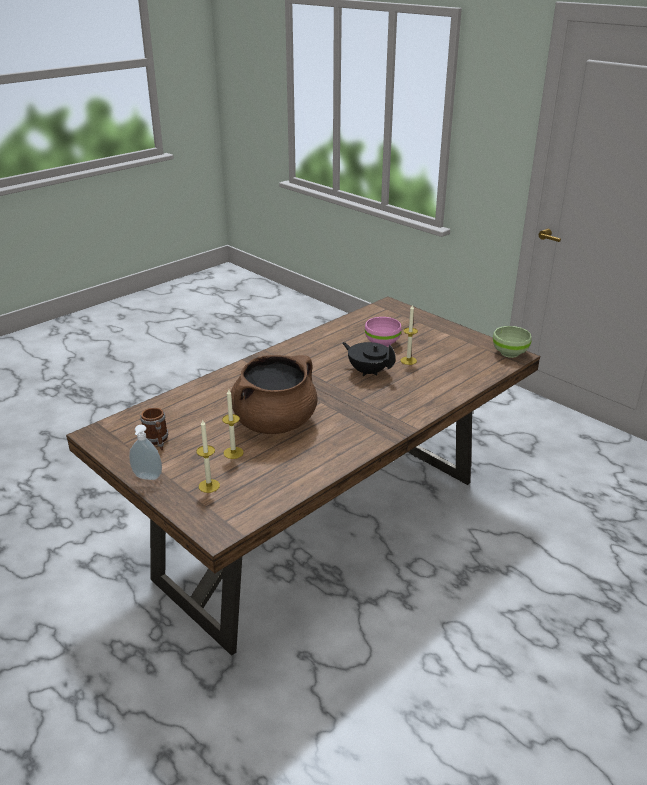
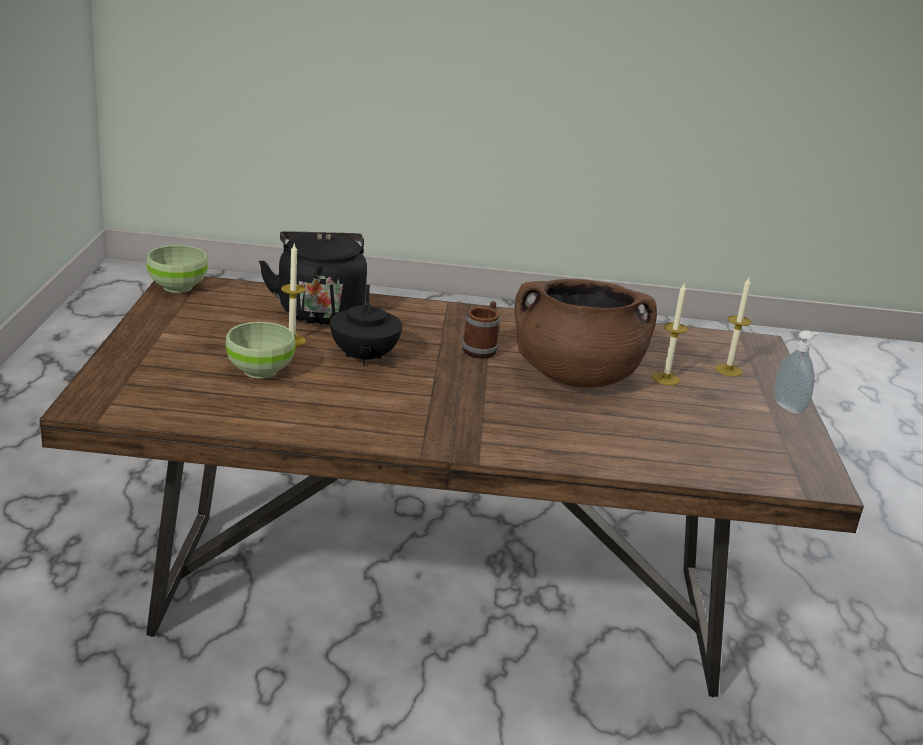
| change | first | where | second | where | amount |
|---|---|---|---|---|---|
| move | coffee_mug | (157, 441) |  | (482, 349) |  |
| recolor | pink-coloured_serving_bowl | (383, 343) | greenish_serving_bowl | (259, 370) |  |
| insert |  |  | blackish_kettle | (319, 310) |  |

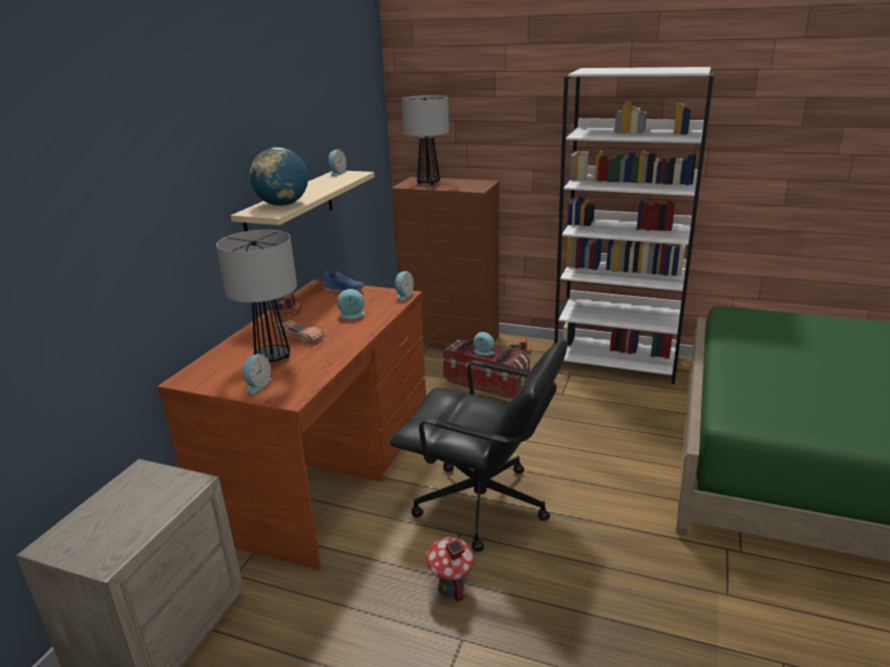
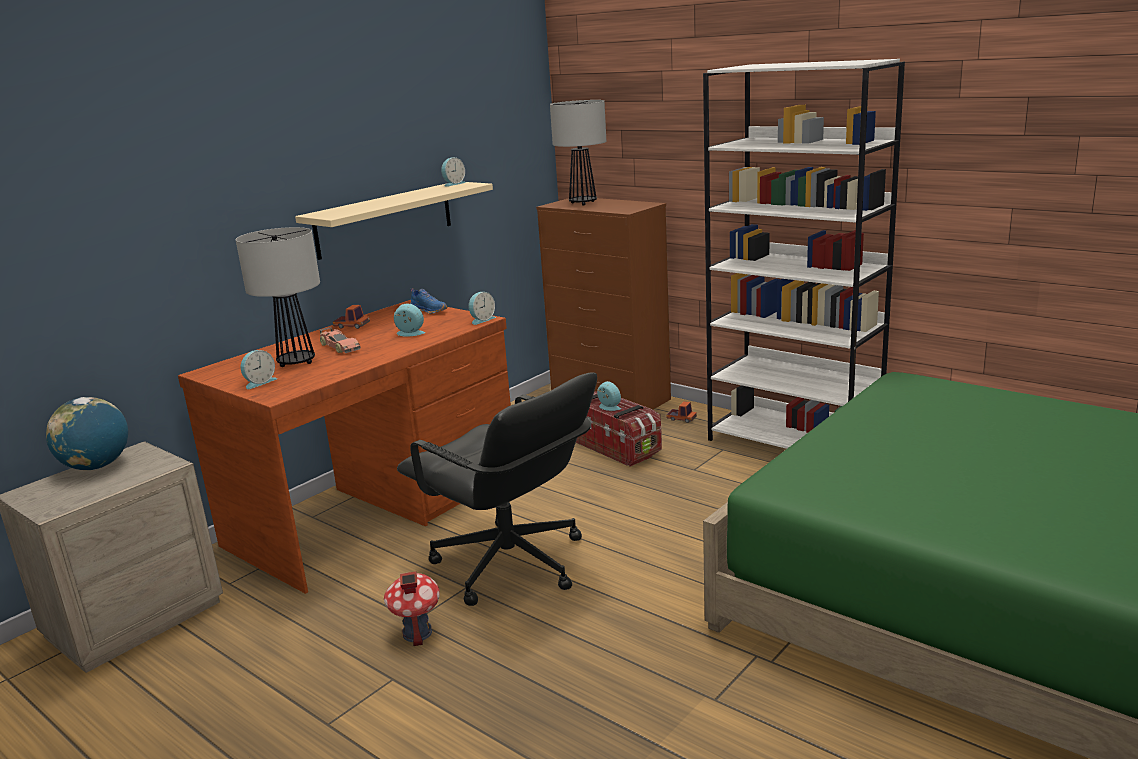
| change | first | where | second | where | amount |
|---|---|---|---|---|---|
| move | world_globe | (283, 205) |  | (96, 466) |  |

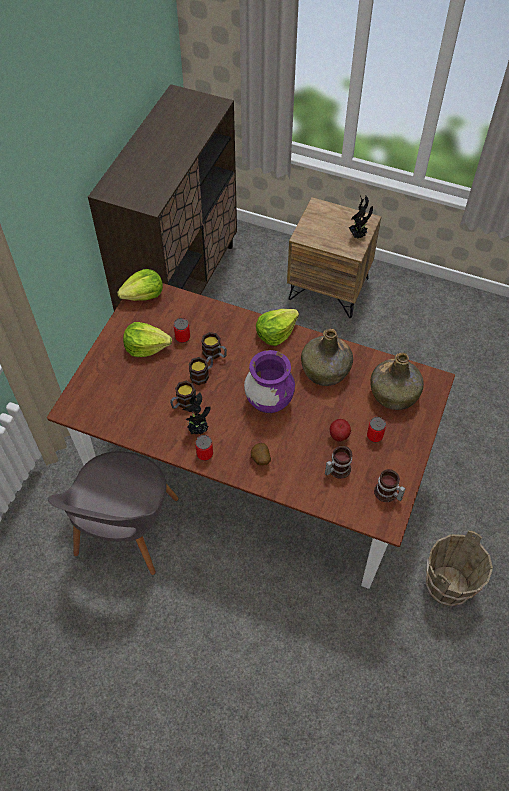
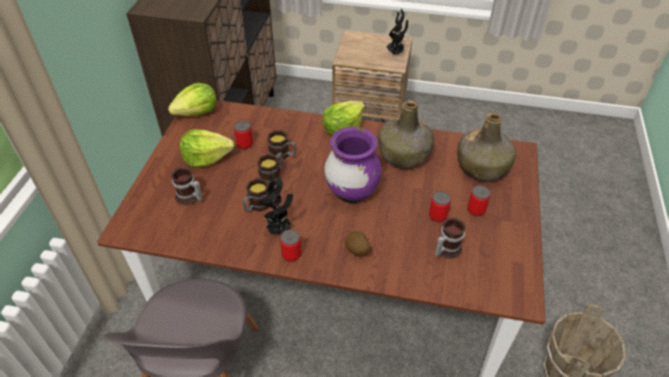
| change | first | where | second | where | amount |
|---|---|---|---|---|---|
| replace | whole_apple | (339, 436) | can | (437, 216) |  |
| move | coffee_mug | (387, 494) |  | (189, 198) |  |

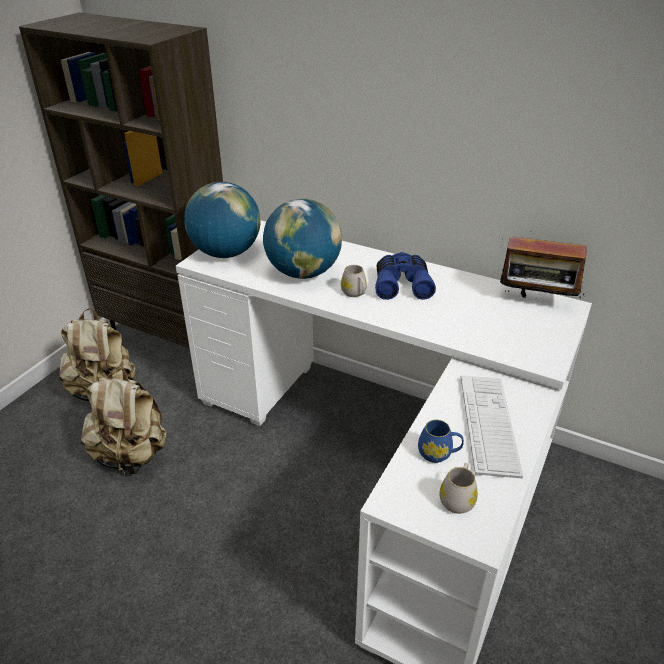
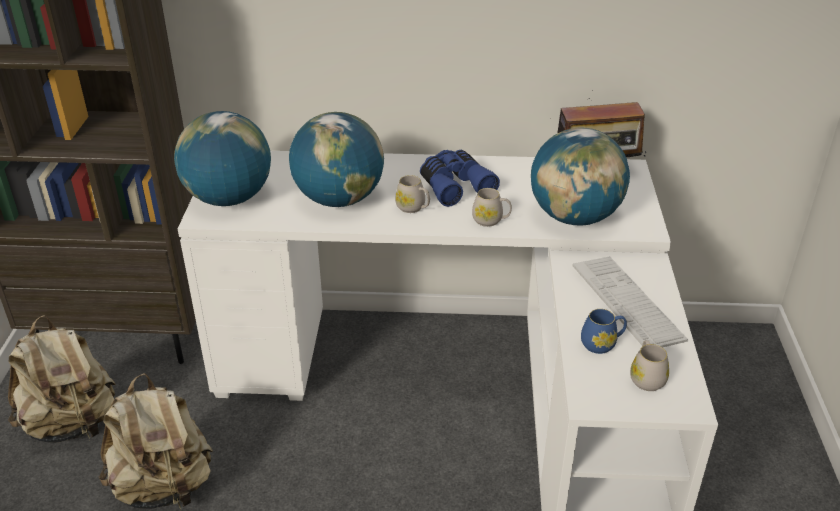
| change | first | where | second | where | amount |
|---|---|---|---|---|---|
| insert |  |  | white-coloured_coffee_mug | (491, 220) |  |
| insert |  |  | world_globe | (574, 217) |  |

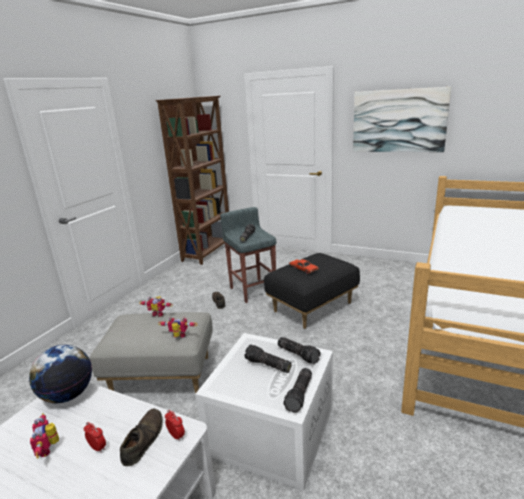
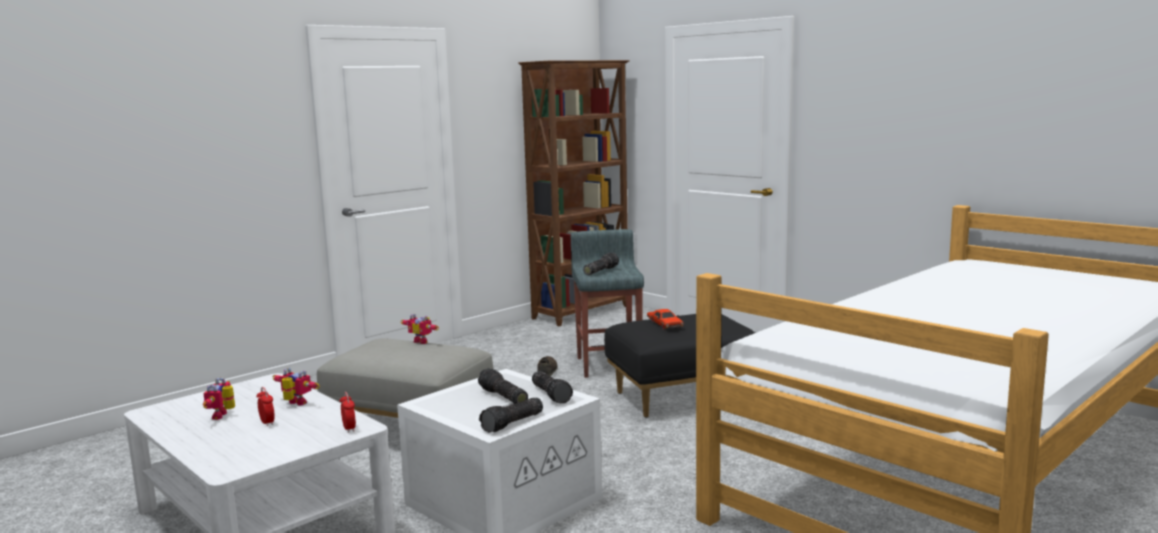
| change | first | where | second | where | amount |
|---|---|---|---|---|---|
| delete | world_globe | (68, 395) |  |  |  |
| delete | brownish_shoe | (143, 439) |  |  |  |
| move | toy_robot | (178, 337) |  | (294, 404) |  |
| delete | picture | (398, 121) |  |  |  |

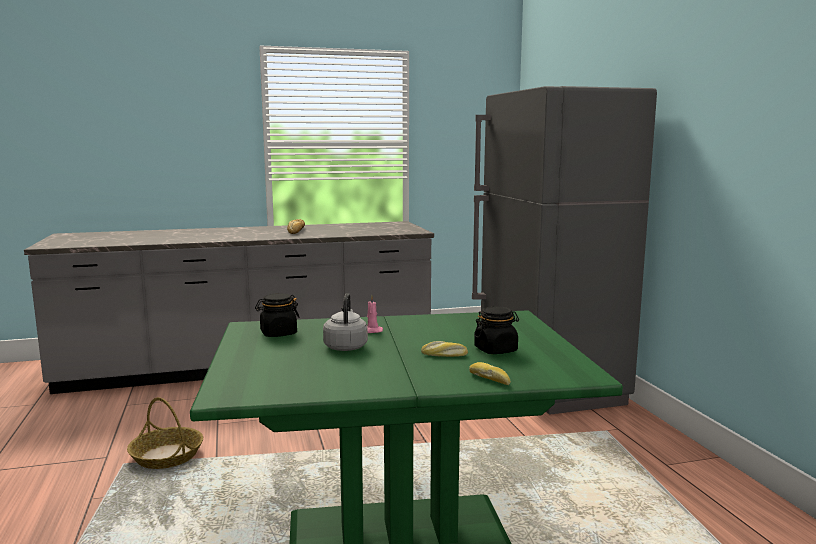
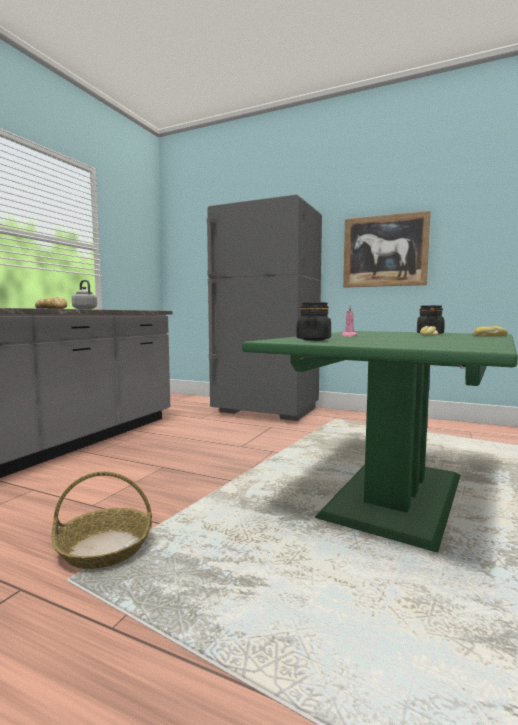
| change | first | where | second | where | amount |
|---|---|---|---|---|---|
| move | greyish_kettle | (346, 346) |  | (84, 309) |  |
| insert |  |  | picture | (385, 251) |  |

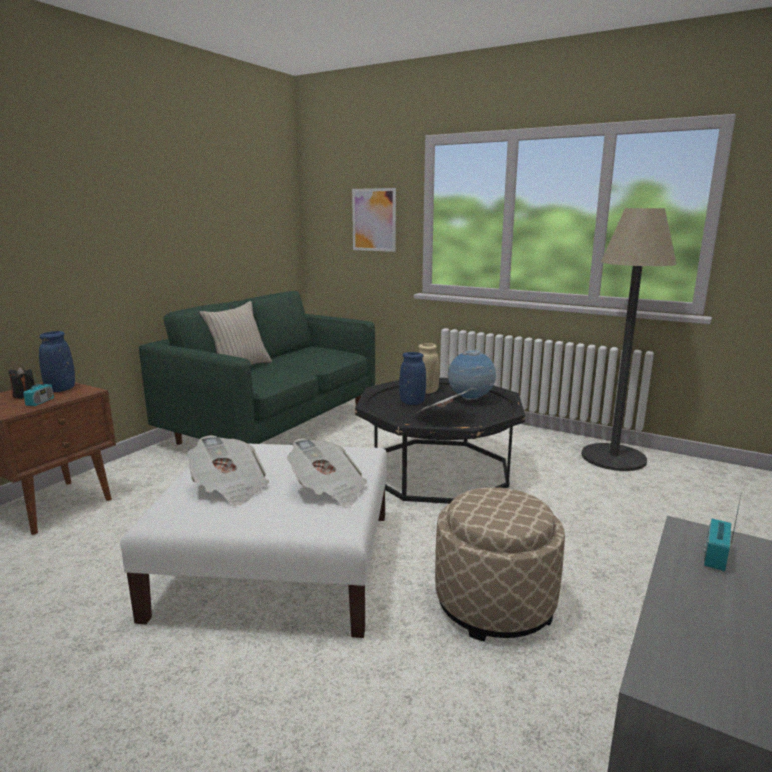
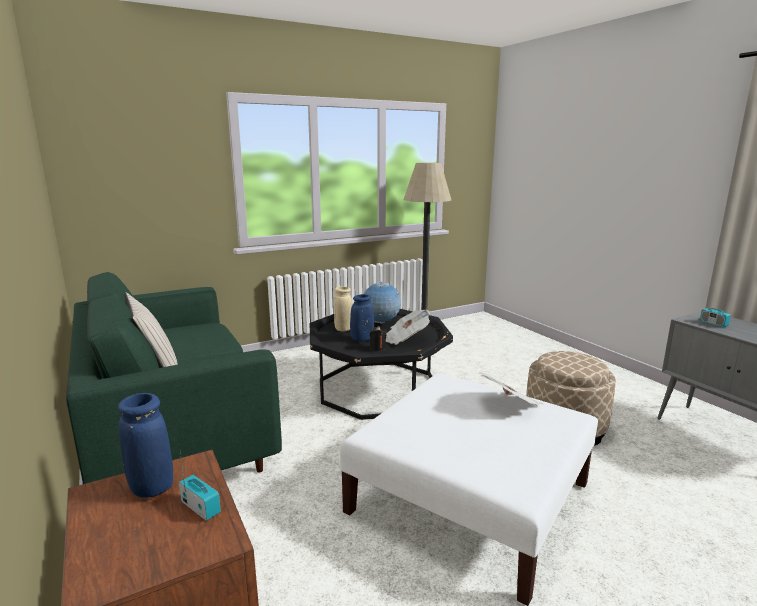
| change | first | where | second | where | amount |
|---|---|---|---|---|---|
| move | blackish_candle | (24, 395) |  | (377, 348) |  |
| delete | newspaper | (230, 488) |  |  |  |
| delete | picture | (374, 220) |  |  |  |

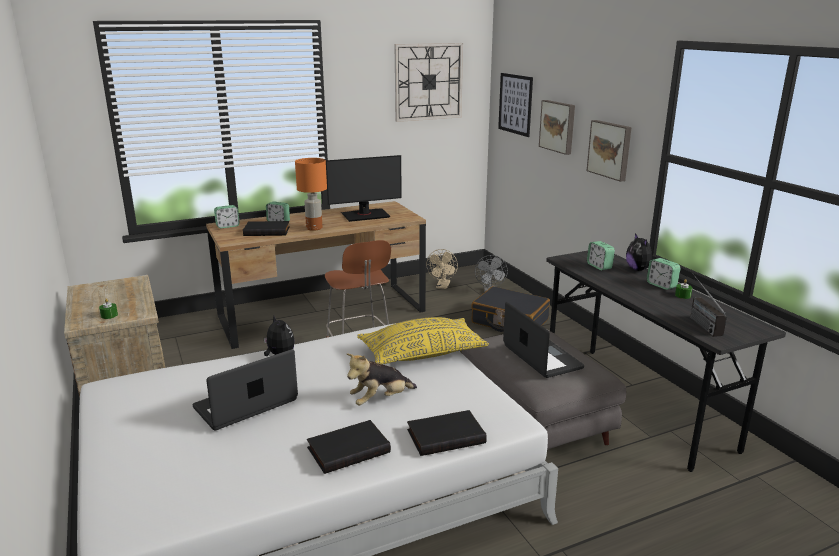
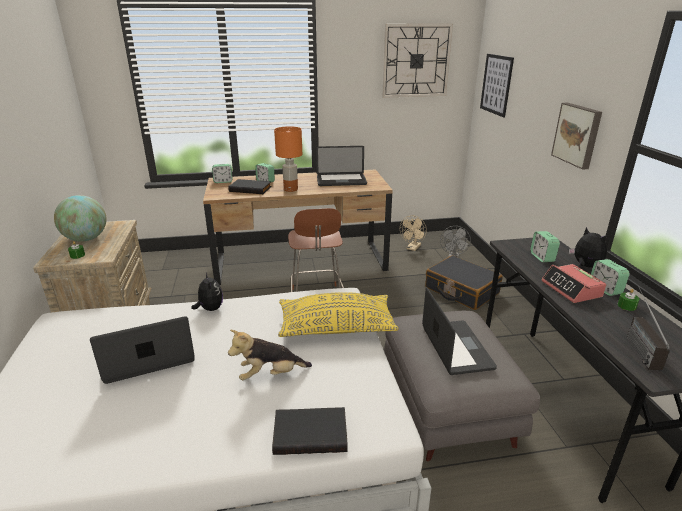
| change | first | where | second | where | amount |
|---|---|---|---|---|---|
| delete | blackish_volume | (348, 449) |  |  |  |
| replace | computer_screen | (365, 215) | notebook_computer | (341, 181) |  |
| delete | picture | (558, 126) |  |  |  |
| rotate | plush_toy | (638, 269) |  | (585, 266) | 150 degrees clockwise |
| insert |  |  | world_globe | (86, 239) |  |
| insert |  |  | alarm_clock | (571, 289) |  |

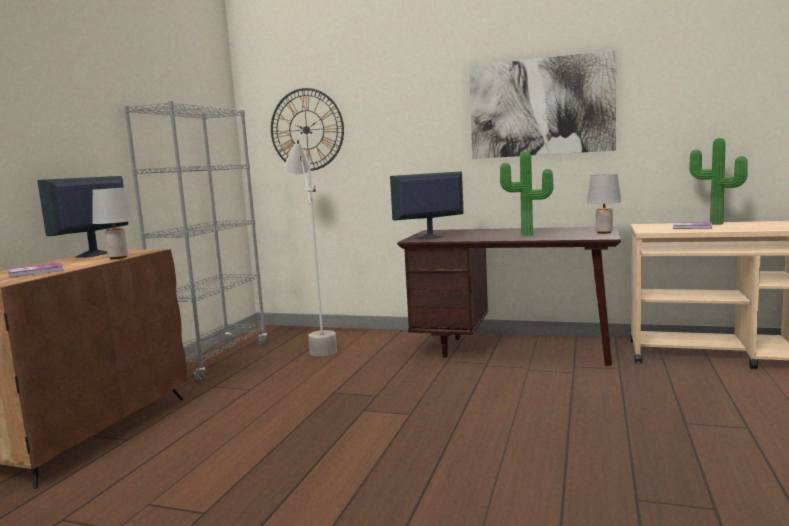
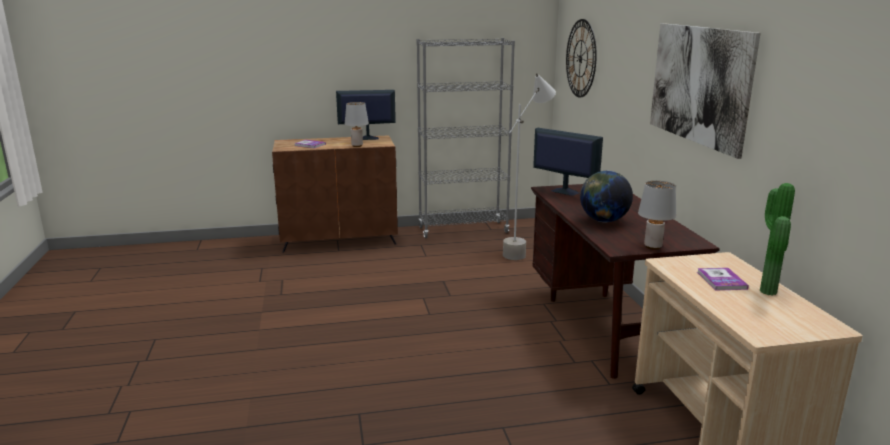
| change | first | where | second | where | amount |
|---|---|---|---|---|---|
| replace | potted_plant | (527, 235) | world_globe | (604, 221) |  |

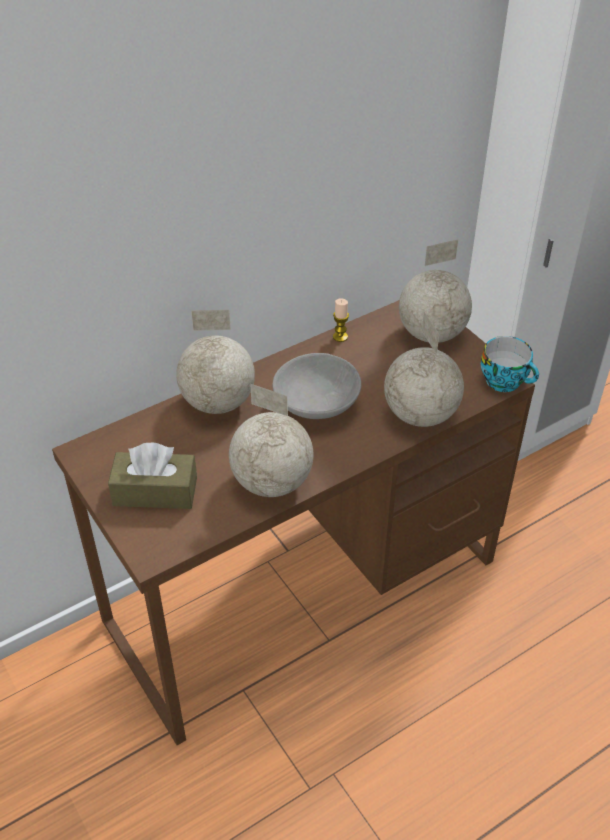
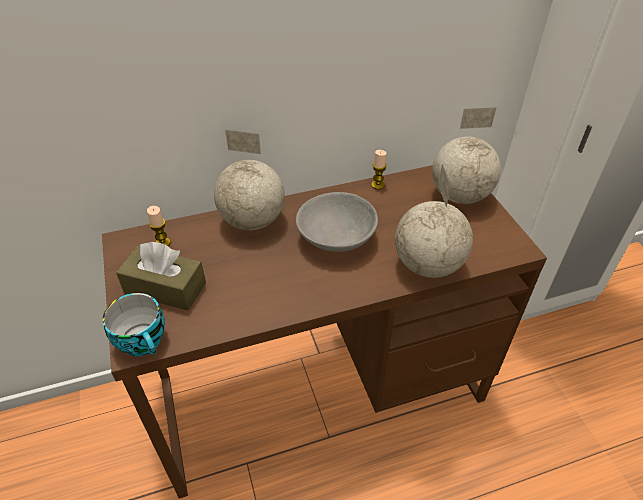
| change | first | where | second | where | amount |
|---|---|---|---|---|---|
| delete | world_globe | (271, 482) |  |  |  |
| move | cup | (506, 381) |  | (144, 341) |  |
| insert |  |  | candle | (163, 243) |  |

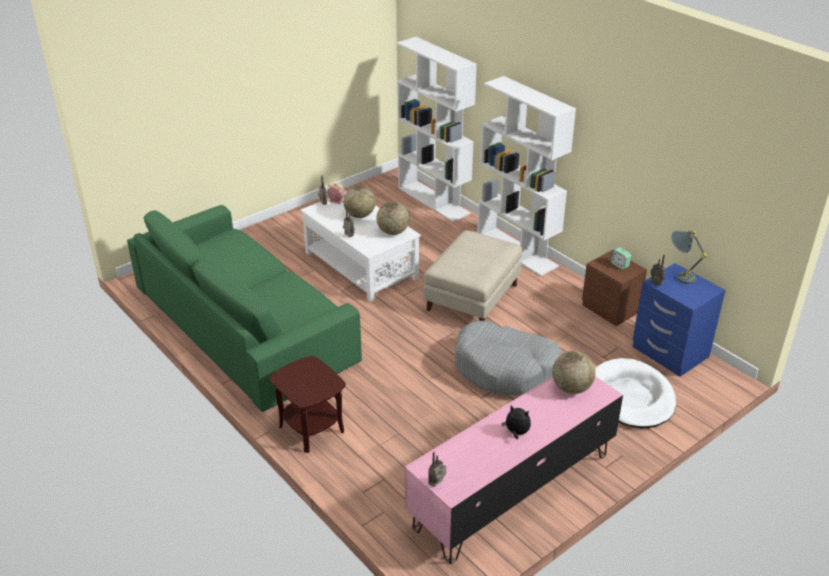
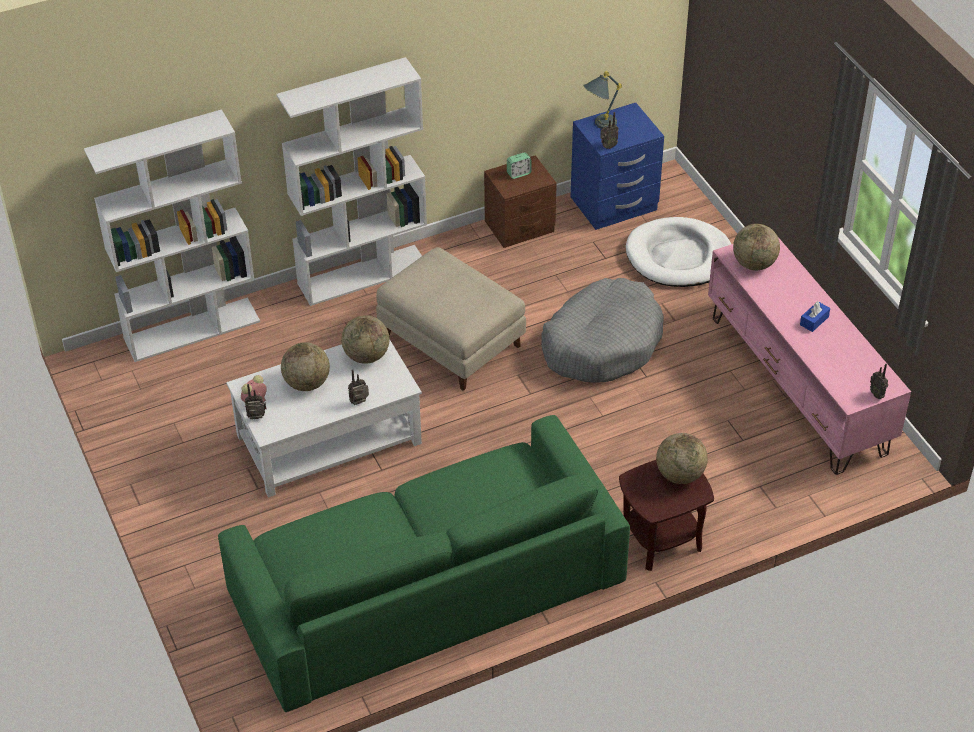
| change | first | where | second | where | amount |
|---|---|---|---|---|---|
| replace | plush_toy | (516, 433) | blue-coloured_tissue_box | (814, 321) |  |
| insert |  |  | world_globe | (680, 474) |  |

